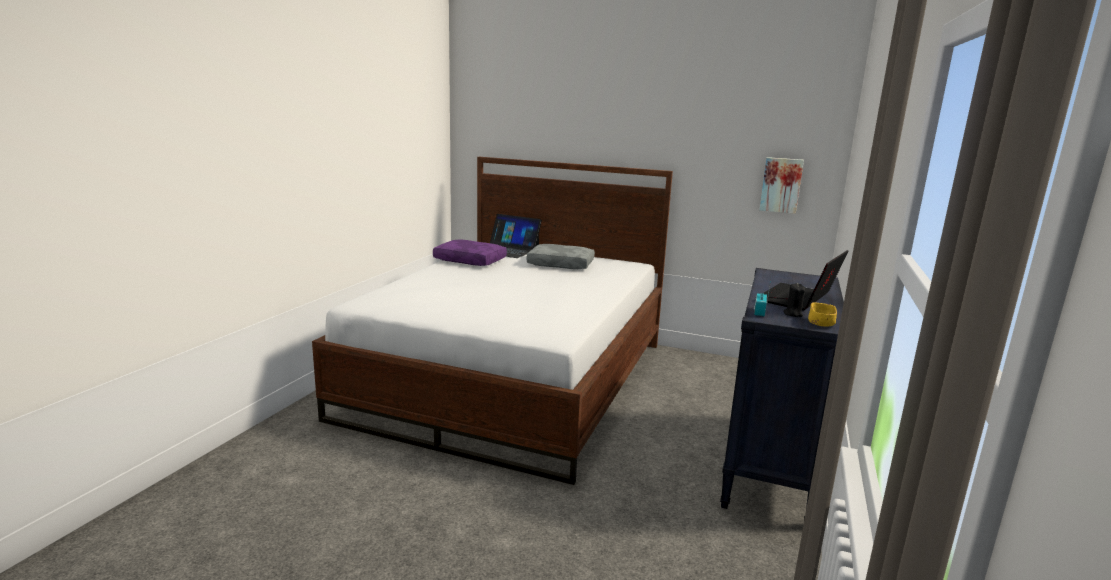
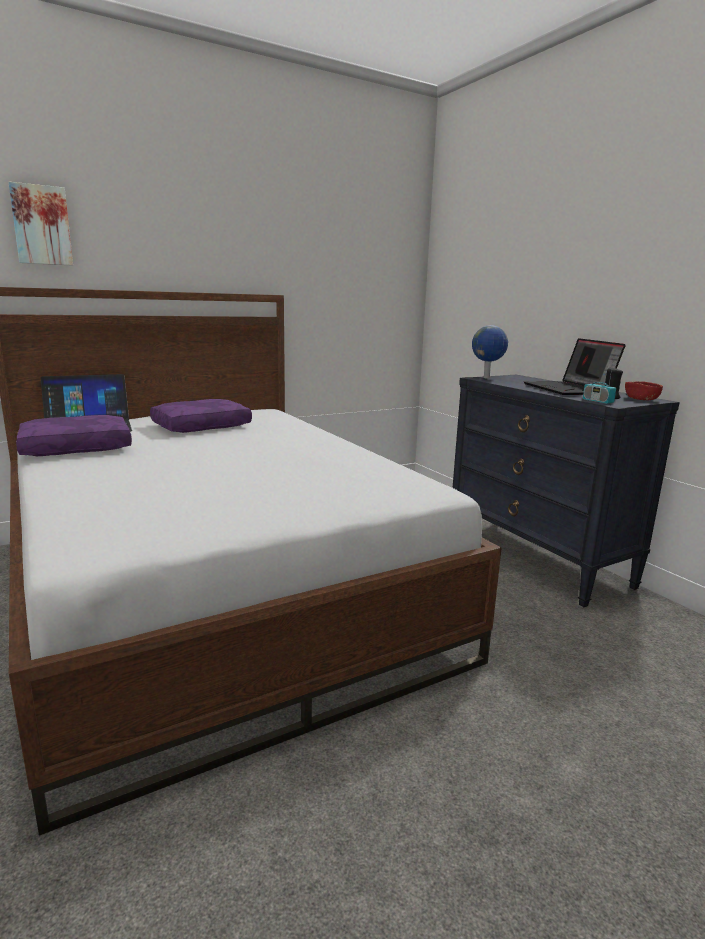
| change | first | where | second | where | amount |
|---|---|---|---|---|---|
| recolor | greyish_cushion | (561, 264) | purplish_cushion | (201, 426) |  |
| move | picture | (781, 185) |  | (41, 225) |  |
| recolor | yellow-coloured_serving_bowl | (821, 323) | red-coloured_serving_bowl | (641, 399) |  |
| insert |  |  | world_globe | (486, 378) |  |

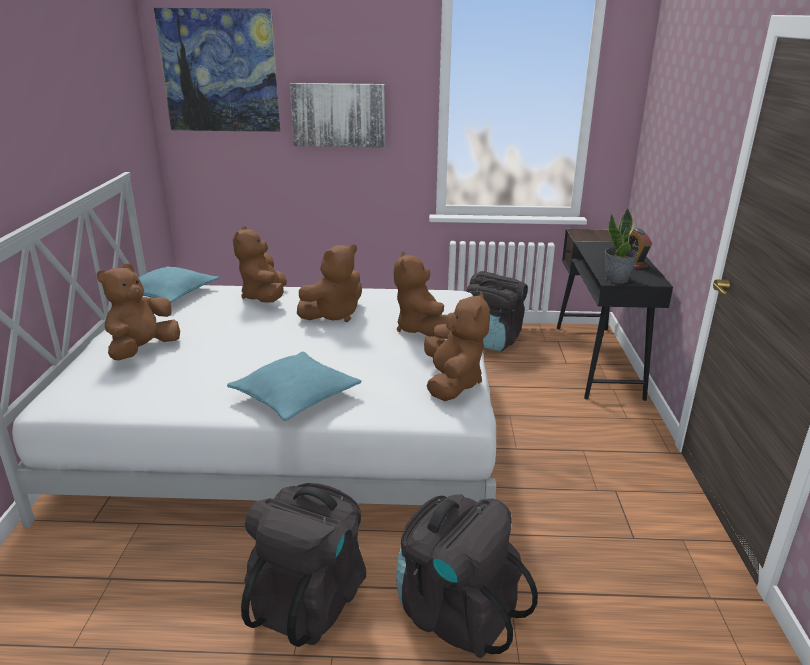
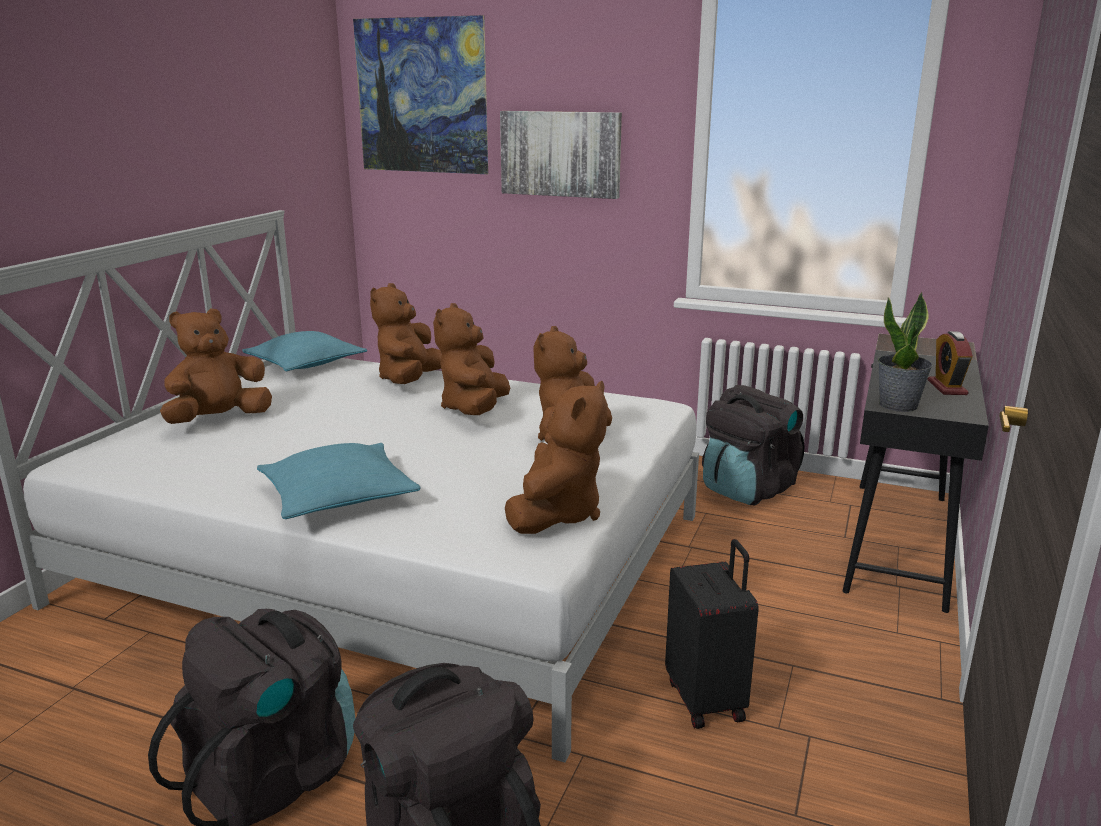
| change | first | where | second | where | amount |
|---|---|---|---|---|---|
| rotate | brownish_plush_toy | (333, 315) |  | (474, 409) | 120 degrees clockwise |
| insert |  |  | blackish_travel_case | (707, 700) |  |

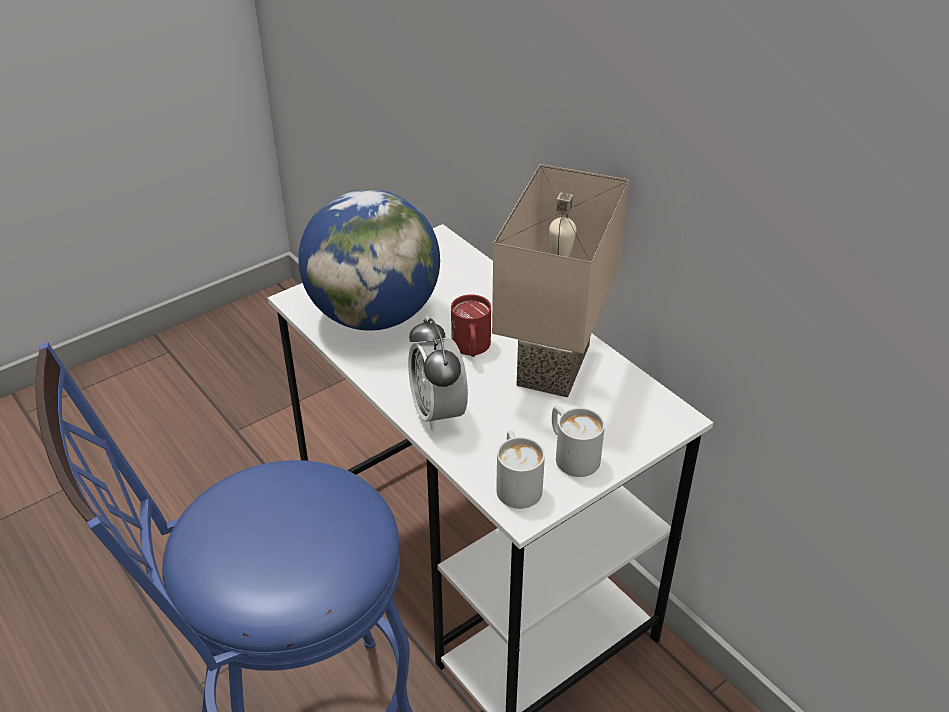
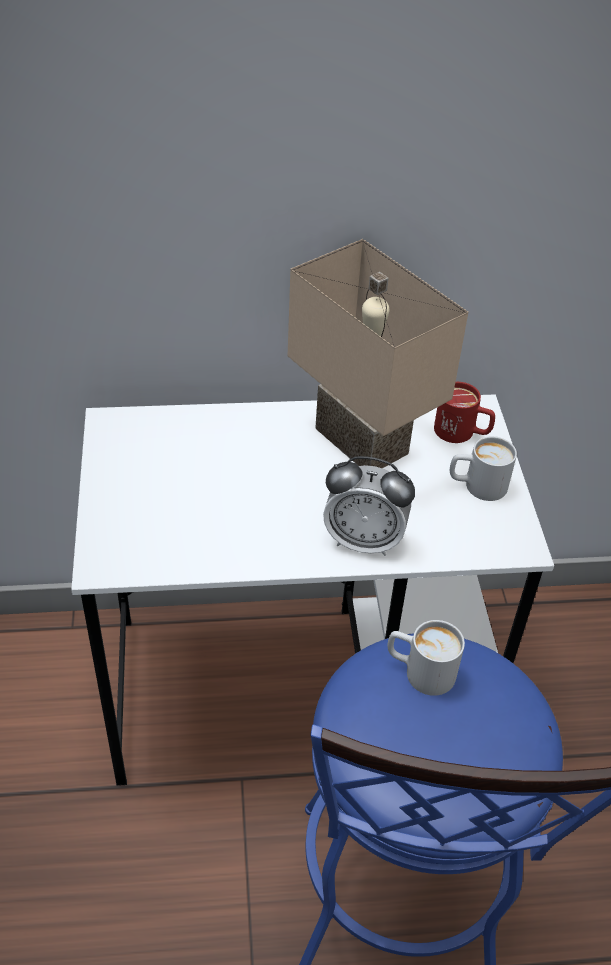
| change | first | where | second | where | amount |
|---|---|---|---|---|---|
| delete | world_globe | (374, 315) |  |  |  |
| move | red-coloured_coffee_mug | (471, 349) |  | (462, 433) |  |
| move | white-coloured_coffee_mug | (516, 483) |  | (419, 671) |  |

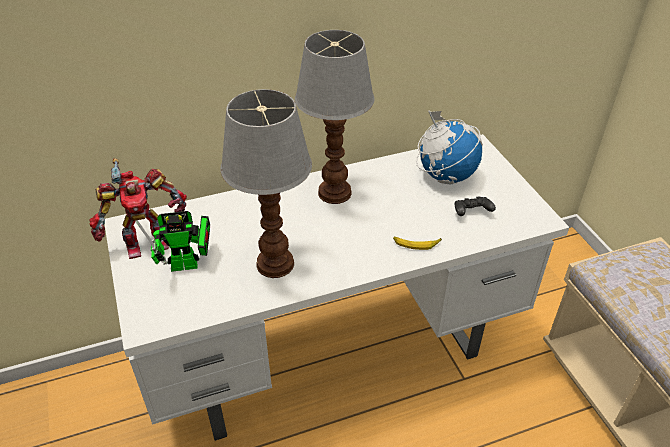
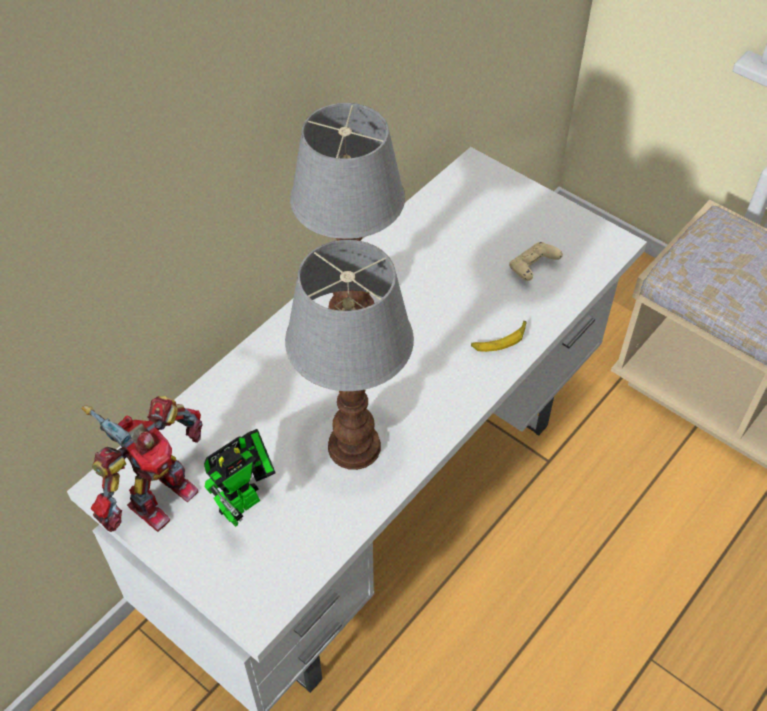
| change | first | where | second | where | amount |
|---|---|---|---|---|---|
| delete | world_globe | (445, 176) |  |  |  |
| recolor | blackish_joypad | (471, 213) | beige_joypad | (532, 269) |  |

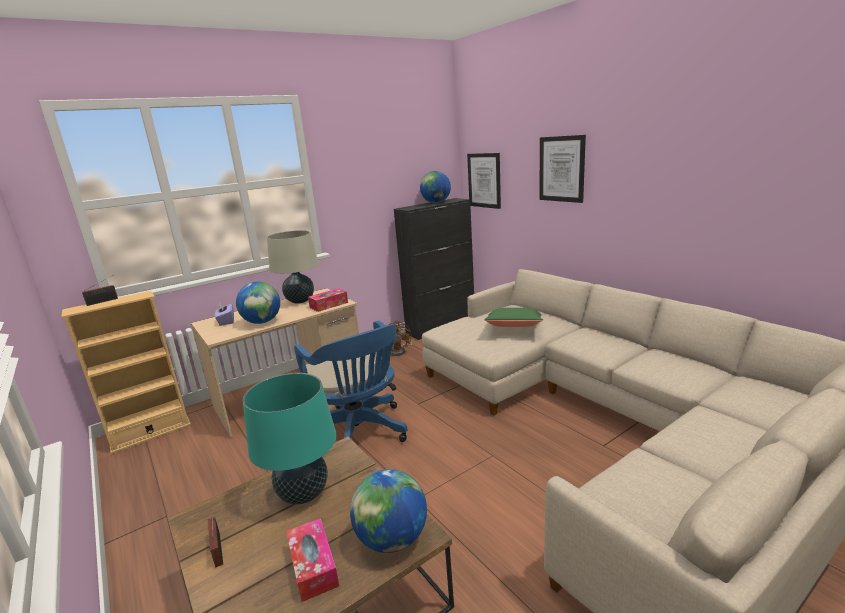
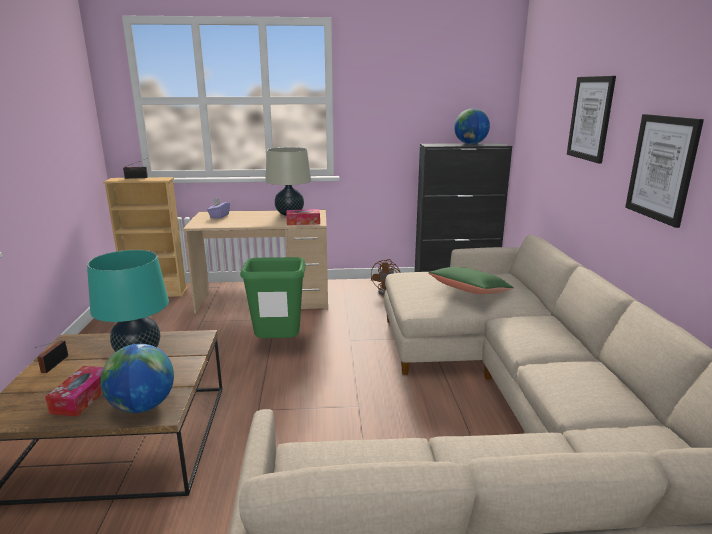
| change | first | where | second | where | amount |
|---|---|---|---|---|---|
| delete | world_globe | (262, 322) |  |  |  |
| replace | blue-coloured_office_chair | (359, 434) | greenish_rubbish_bin | (277, 345) |  |
| move | picture | (484, 180) |  | (662, 168) |  |

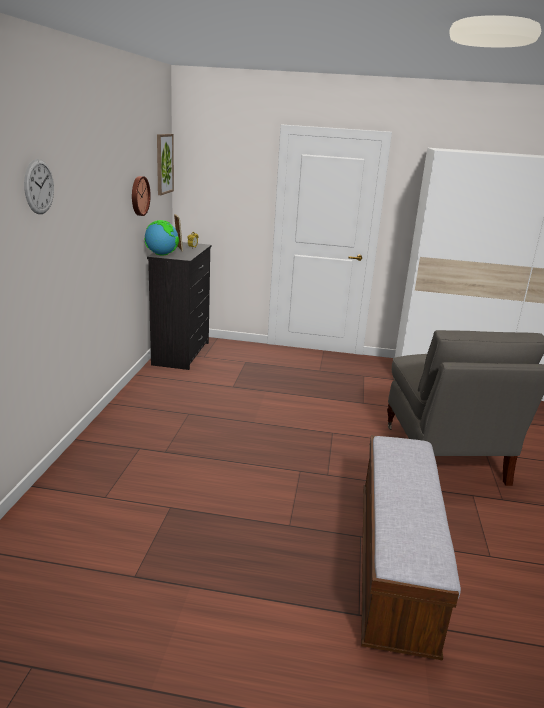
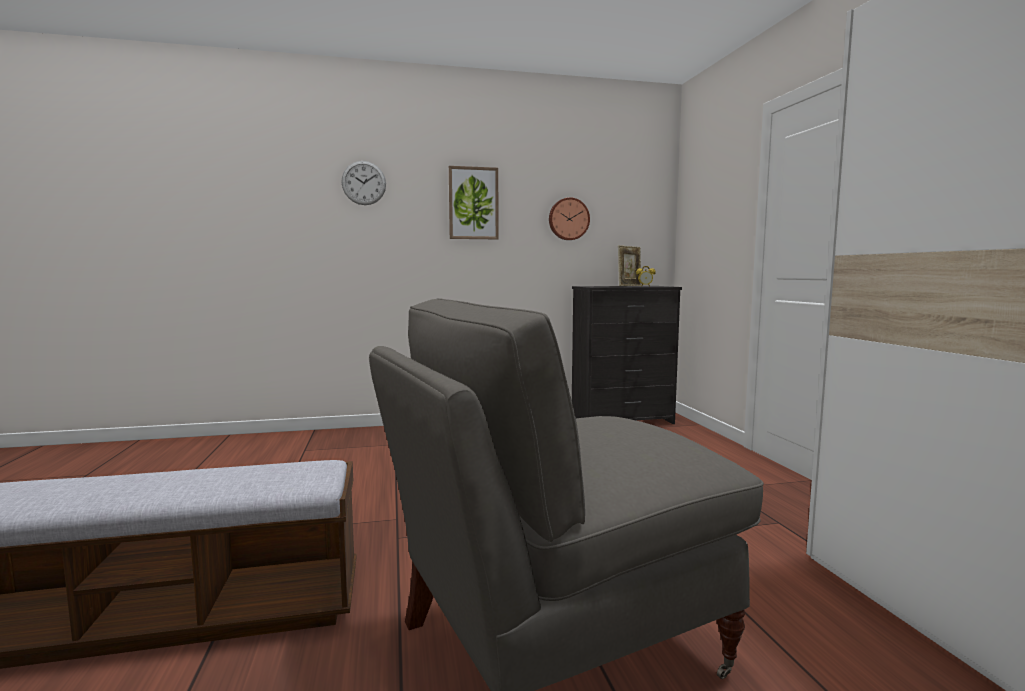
| change | first | where | second | where | amount |
|---|---|---|---|---|---|
| delete | world_globe | (161, 255) |  |  |  |
| move | picture | (164, 164) |  | (473, 203) |  |

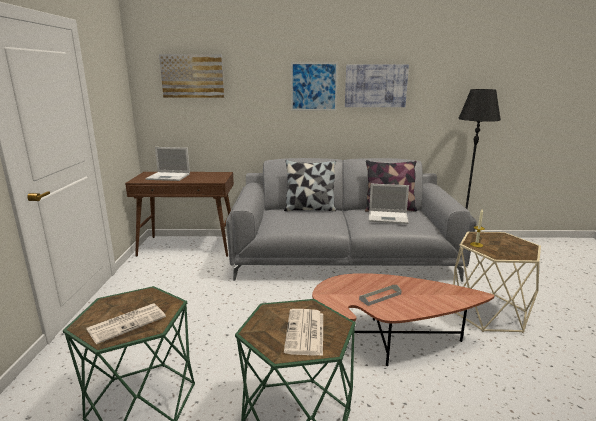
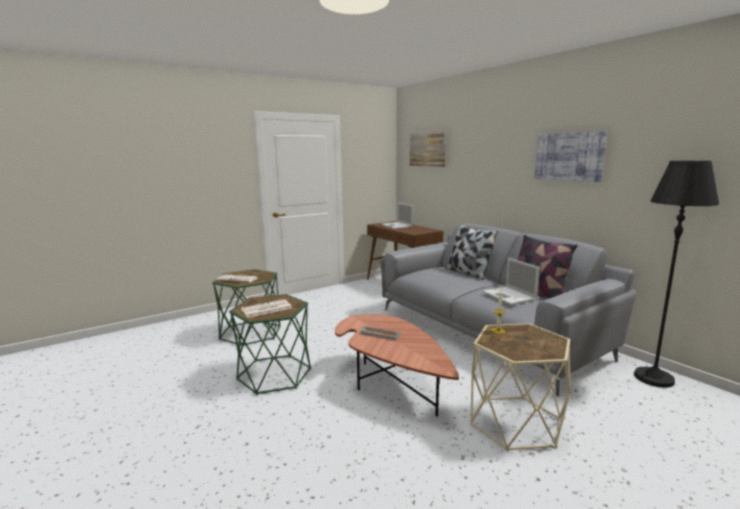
| change | first | where | second | where | amount |
|---|---|---|---|---|---|
| delete | picture | (314, 86) |  |  |  |

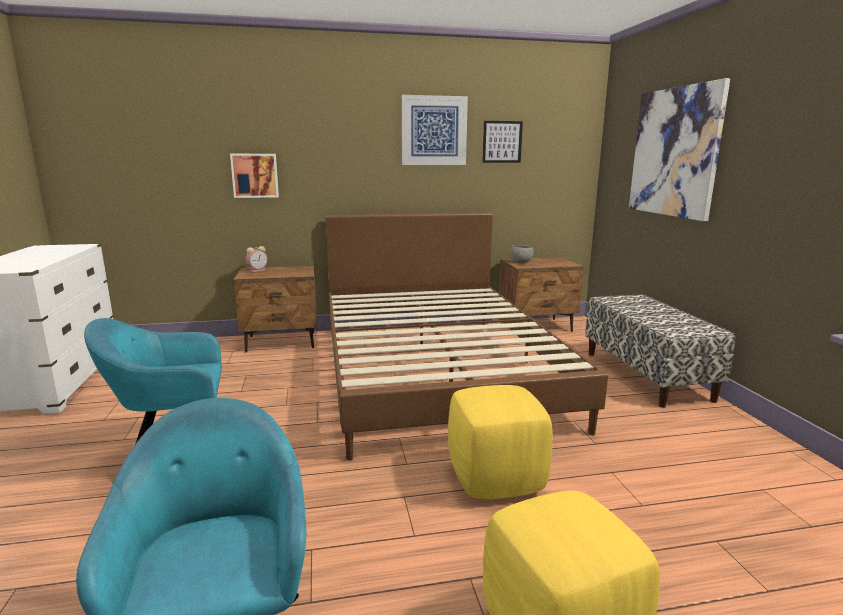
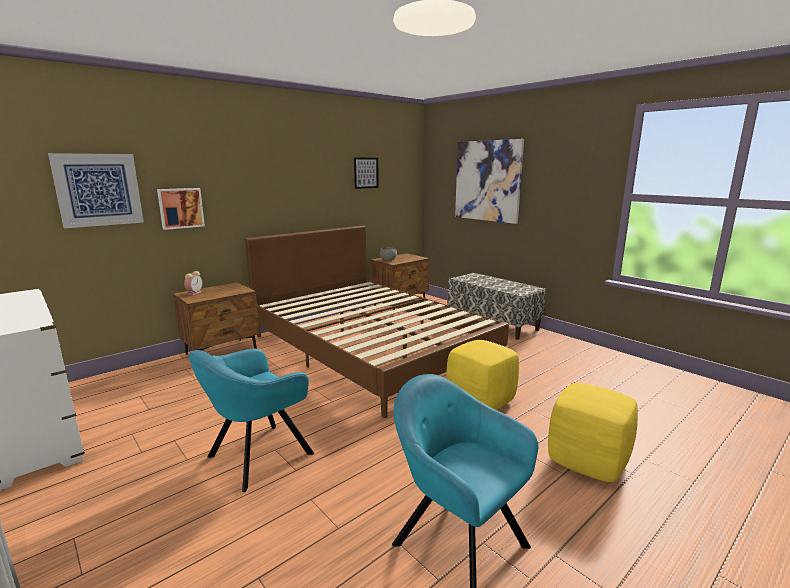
| change | first | where | second | where | amount |
|---|---|---|---|---|---|
| move | picture | (434, 131) |  | (98, 190) |  |

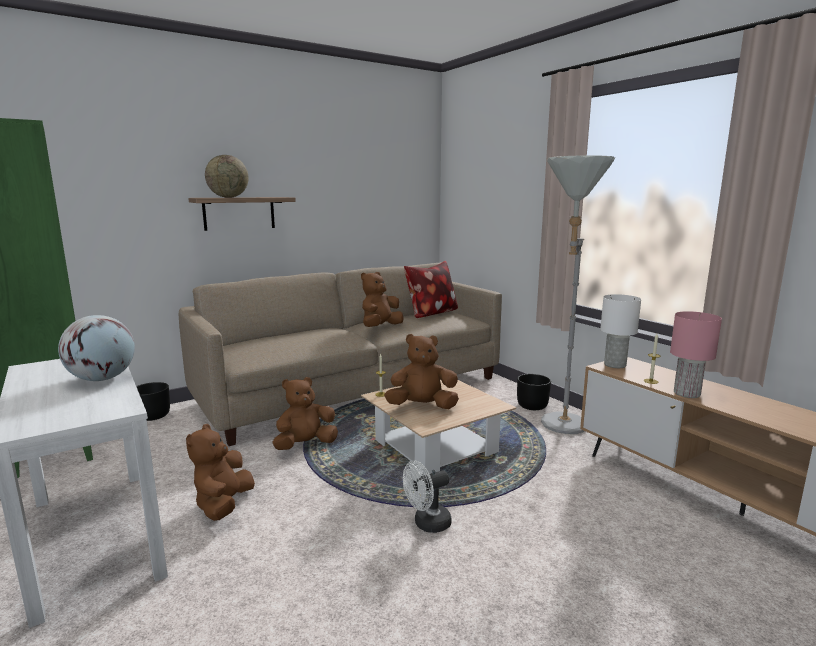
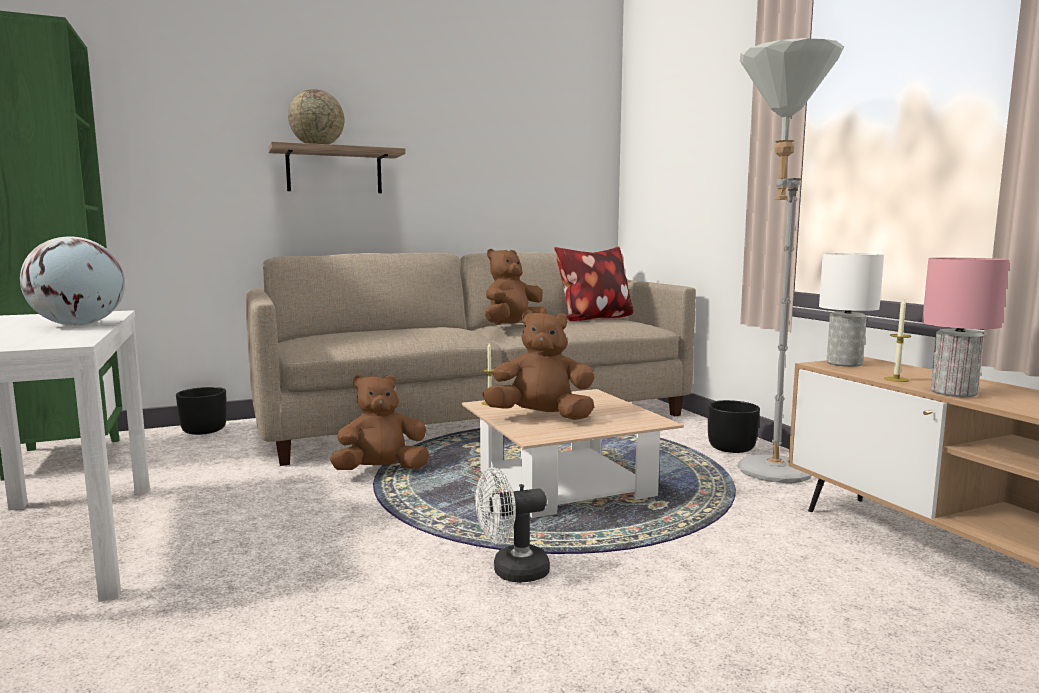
| change | first | where | second | where | amount |
|---|---|---|---|---|---|
| delete | brownish_plush_toy | (223, 505) |  |  |  |

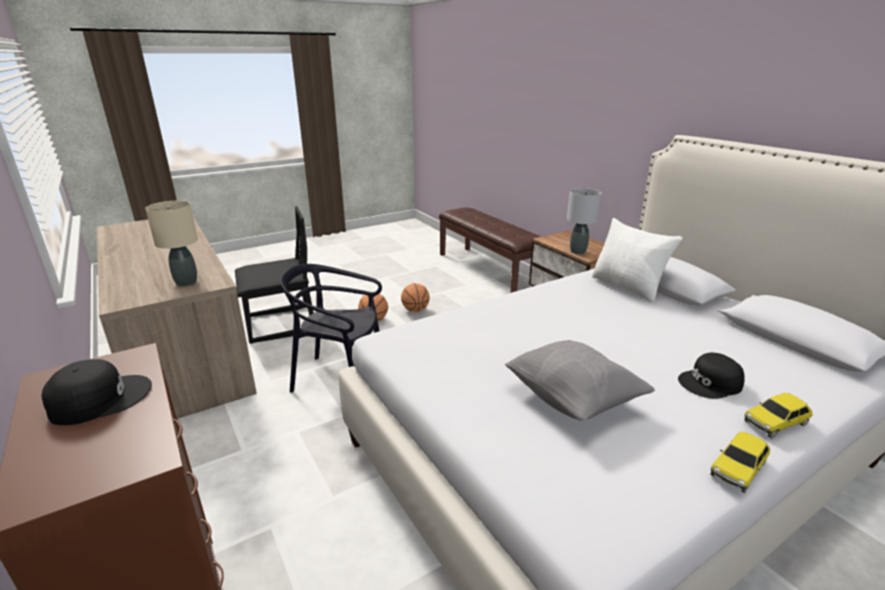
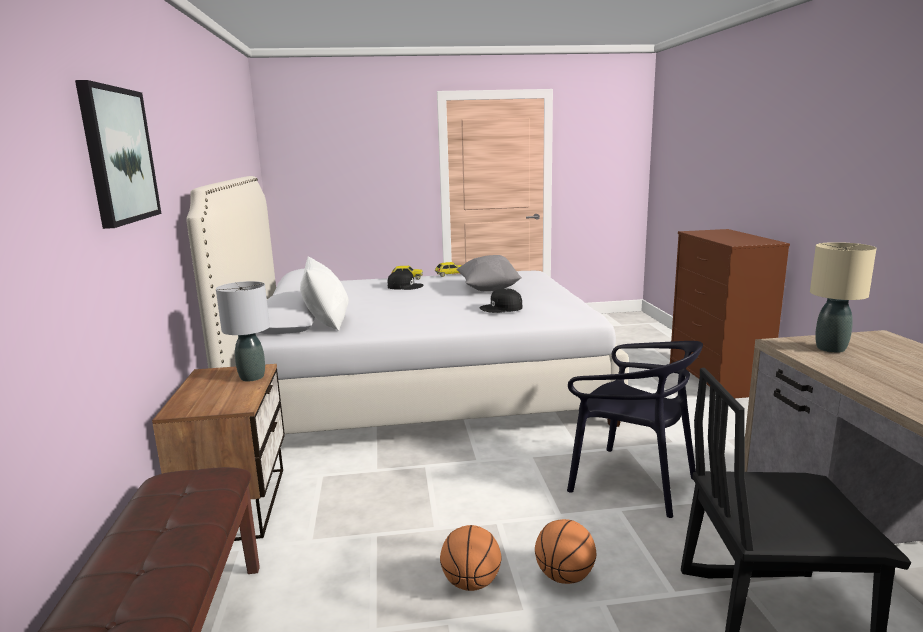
| change | first | where | second | where | amount |
|---|---|---|---|---|---|
| move | blackish_baseball_cap | (100, 398) |  | (501, 308) |  |
| insert |  |  | picture | (118, 155) |  |

